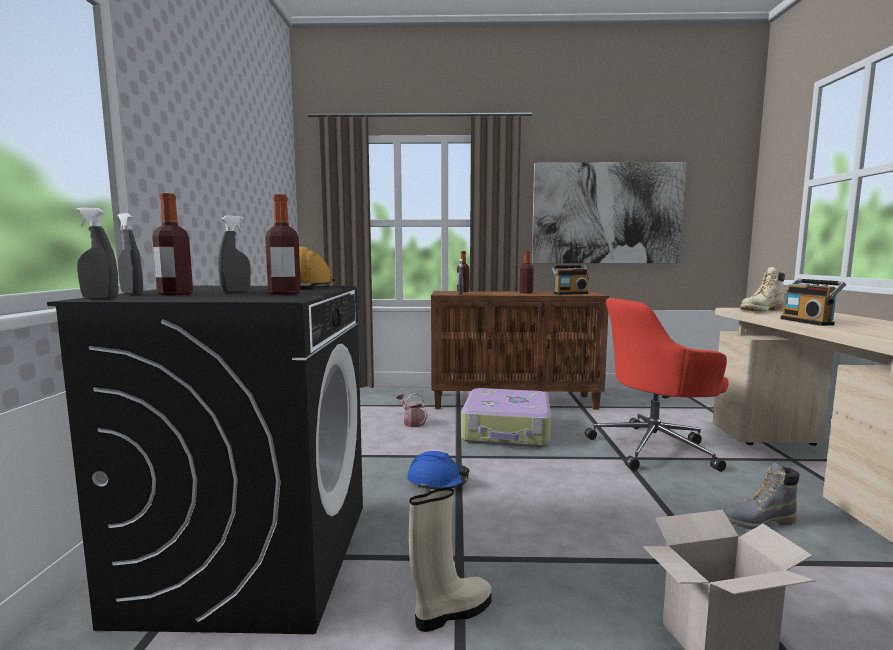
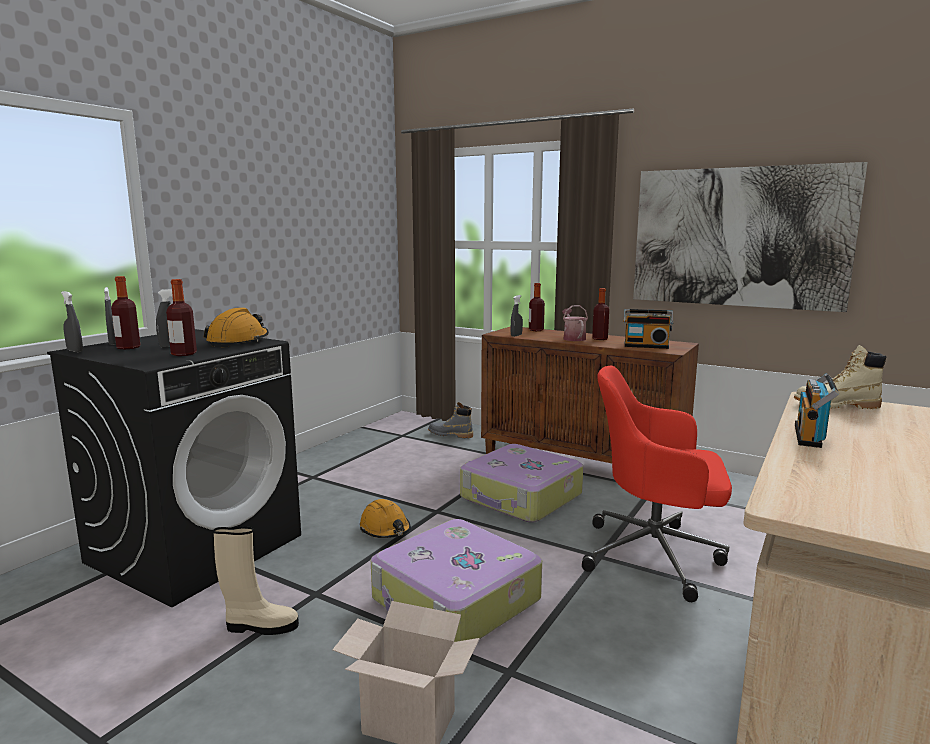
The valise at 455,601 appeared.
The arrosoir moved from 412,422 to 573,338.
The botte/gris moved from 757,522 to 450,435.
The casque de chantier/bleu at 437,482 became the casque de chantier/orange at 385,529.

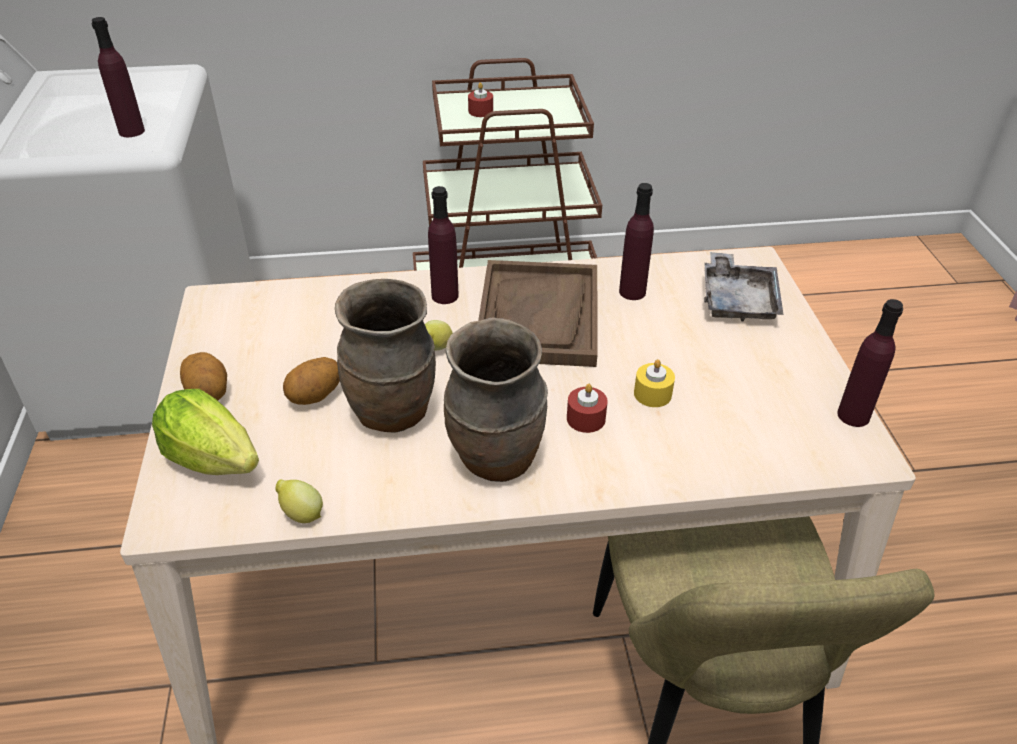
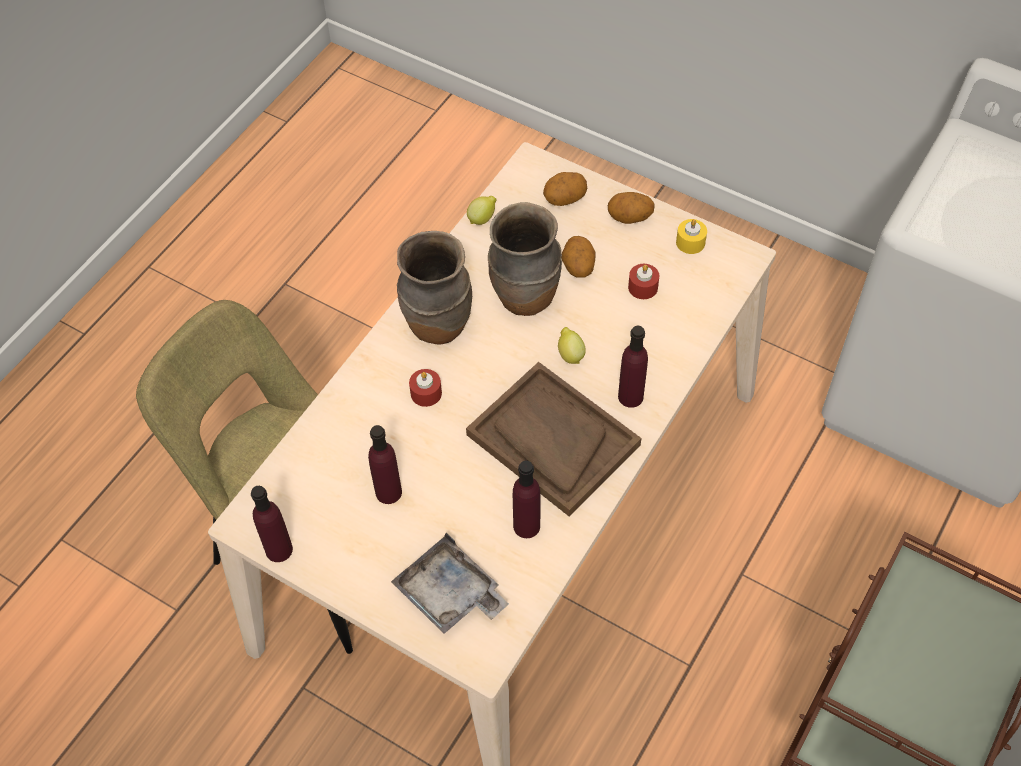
The bouteille/violet moved from 131,131 to 388,492.
The bougie/rouge moved from 480,111 to 643,287.
The bougie/jaune moved from 652,394 to 690,242.
The laitue at 212,458 was replaced by the pomme de terre at 564,199.

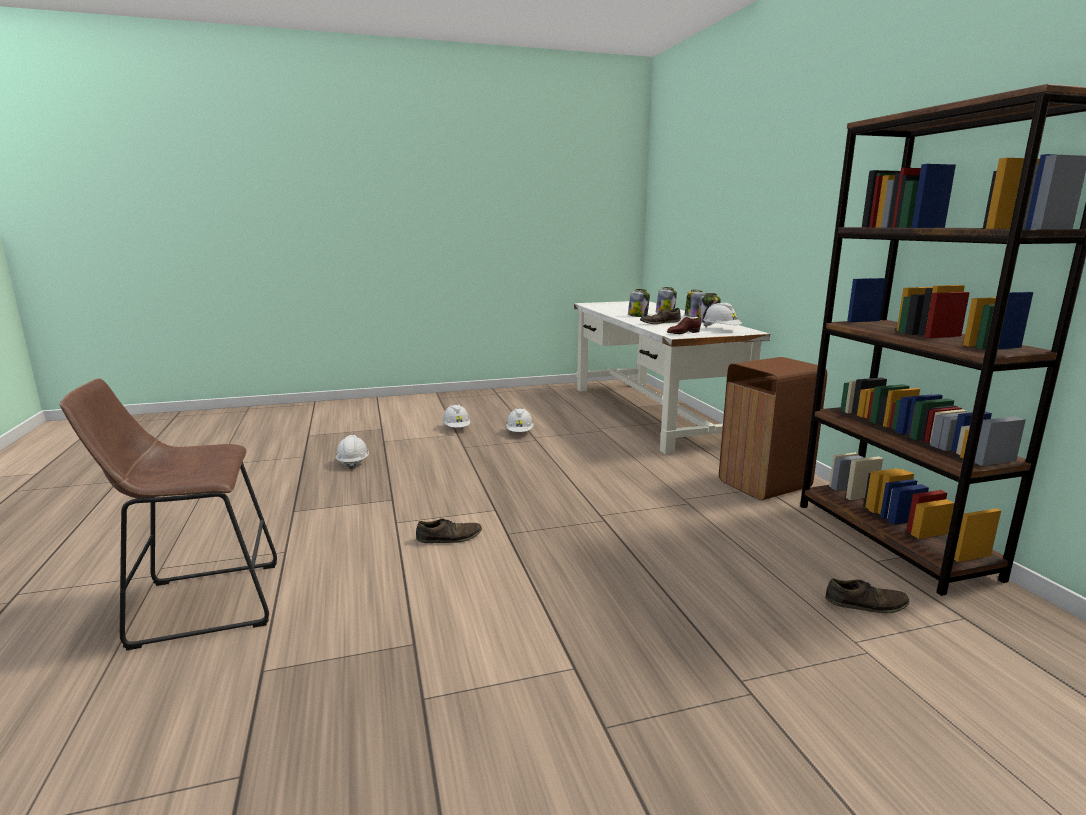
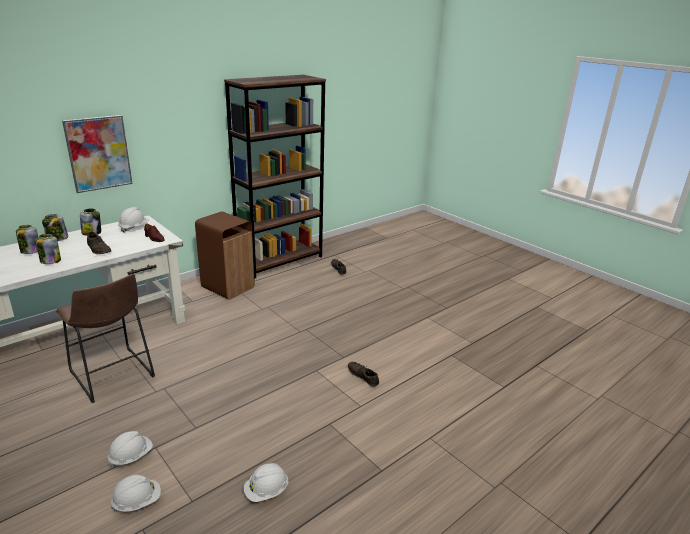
The tableau at 98,153 appeared.
The tabouret/marron moved from 198,604 to 113,376.
The casque de chantier/blanc moved from 520,432 to 137,502.

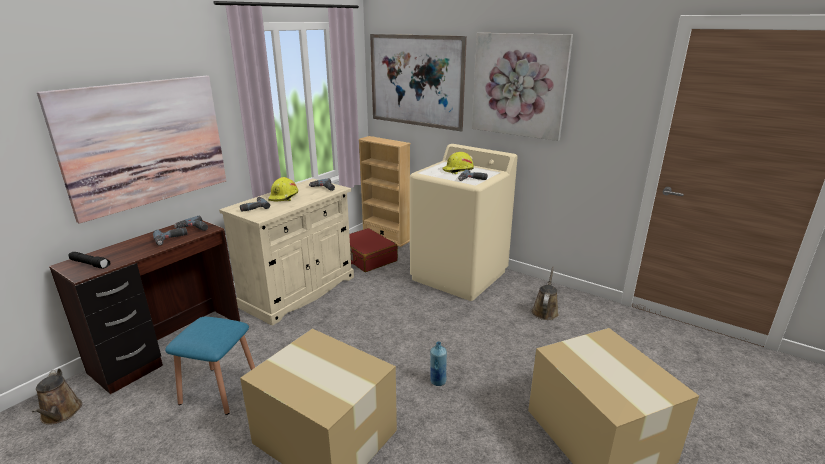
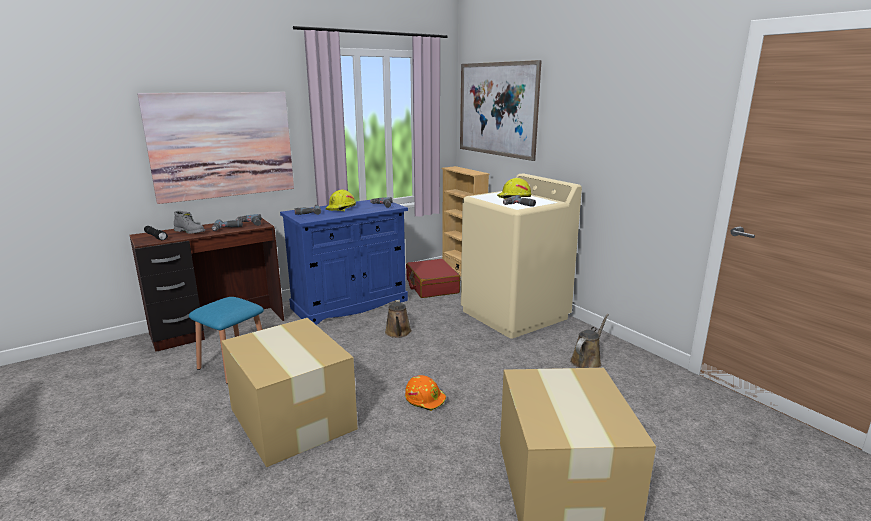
The tableau at 519,85 disappeared.
The botte/gris at 190,232 appeared.
The arrosoir/marron moved from 60,414 to 398,333.
The bouteille/bleu at 438,381 was replaced by the casque de chantier/orange at 425,399.
The meuble de rangement/beige at 299,291 became the meuble de rangement/bleu at 350,304.

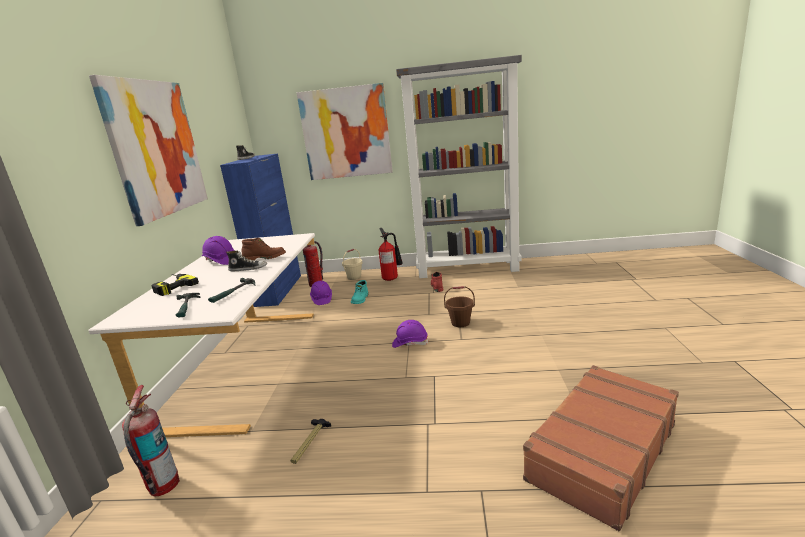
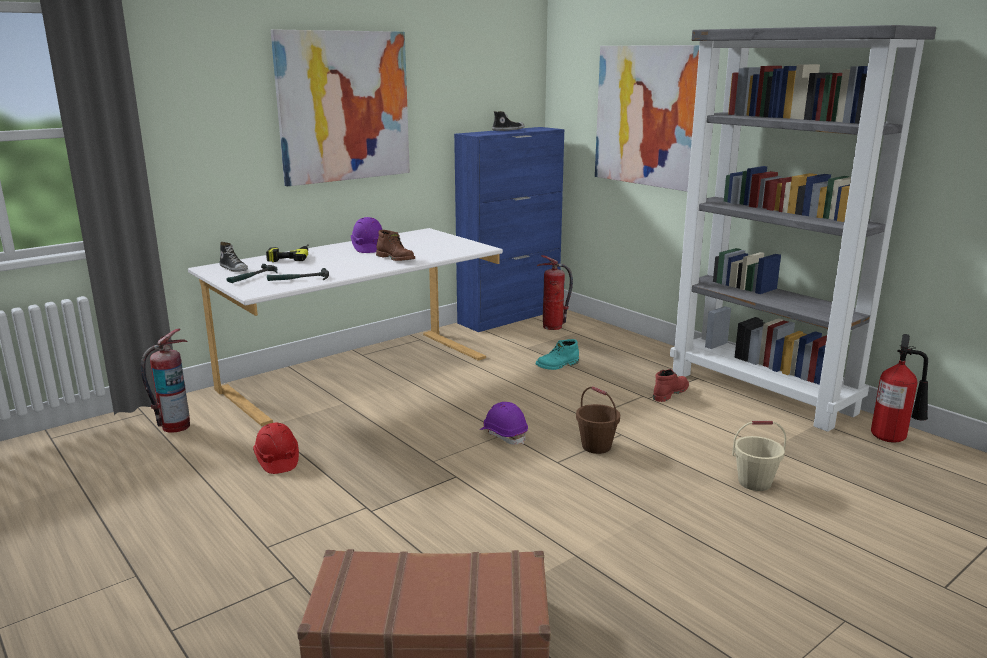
The casque de chantier/violet at 322,299 disappeared.
The chaussure moved from 248,269 to 234,269.
The seau/beige moved from 354,277 to 754,482.
The extincteur moved from 392,278 to 893,439.
The marteau at 310,443 was replaced by the casque de chantier/rouge at 277,460.

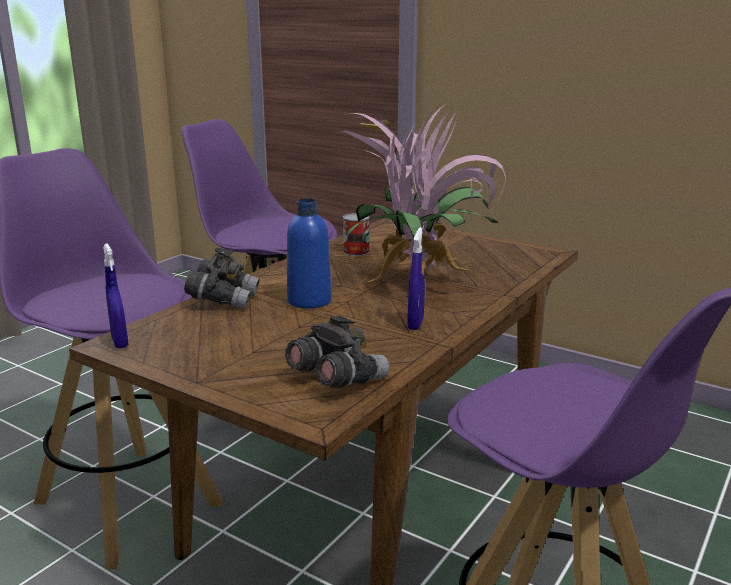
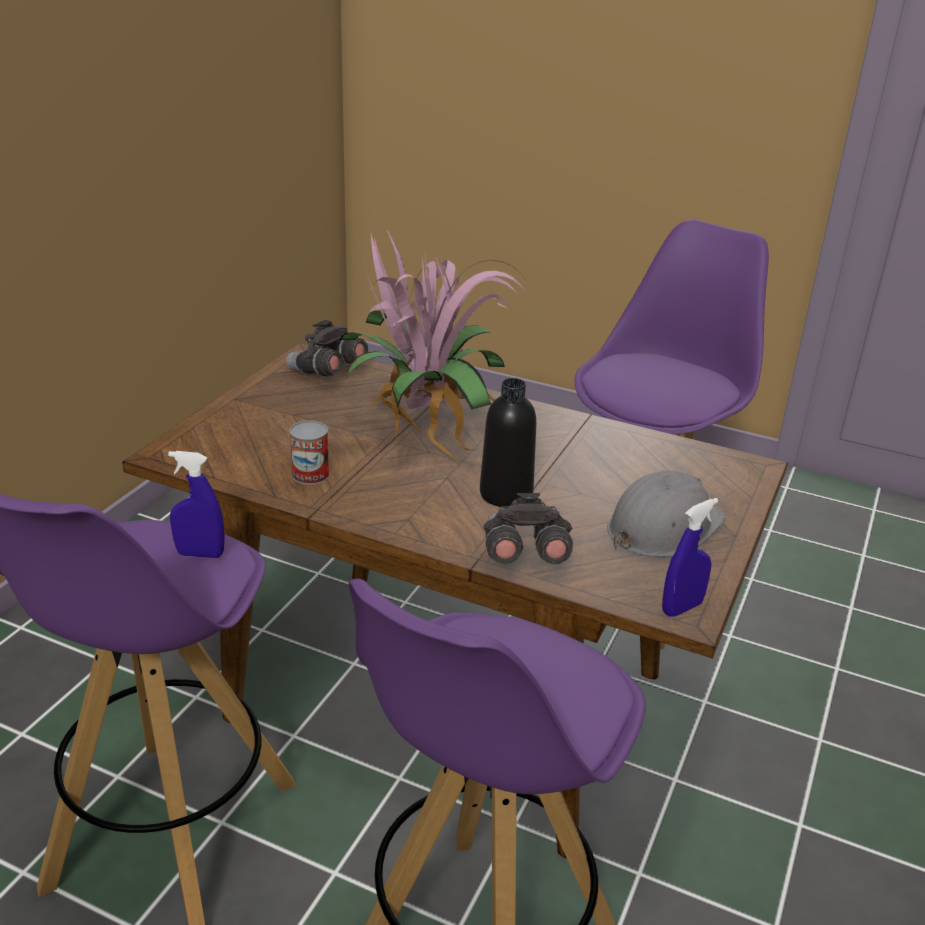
The casque de chantier/gris at 663,527 appeared.
The jumelles/gris moved from 336,380 to 327,372.
The vaporisateur/bleu moved from 415,323 to 200,554.
The bouteille/bleu at 309,301 became the bouteille/noir at 506,494.

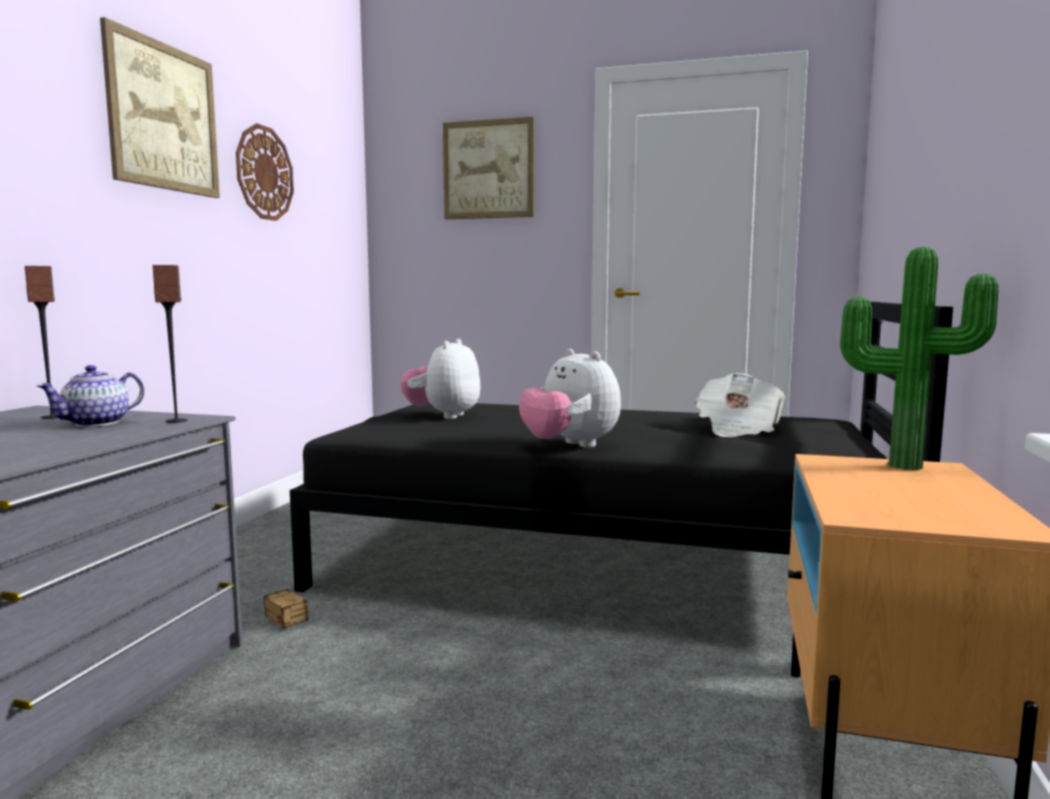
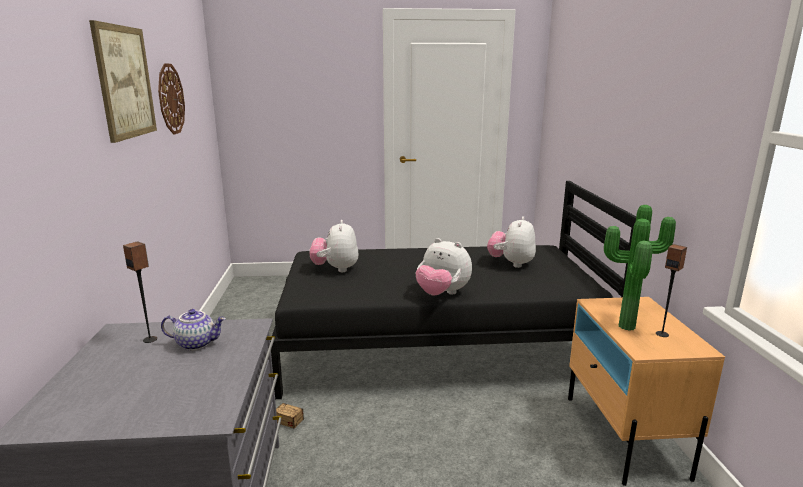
The tableau at 488,169 disappeared.
The plante en pot at 630,327 appeared.
The enceinte moved from 177,421 to 662,334.
The journal at 737,429 was replaced by the peluche at 511,263.
The théière at 96,423 turned 105 degrees counterclockwise.

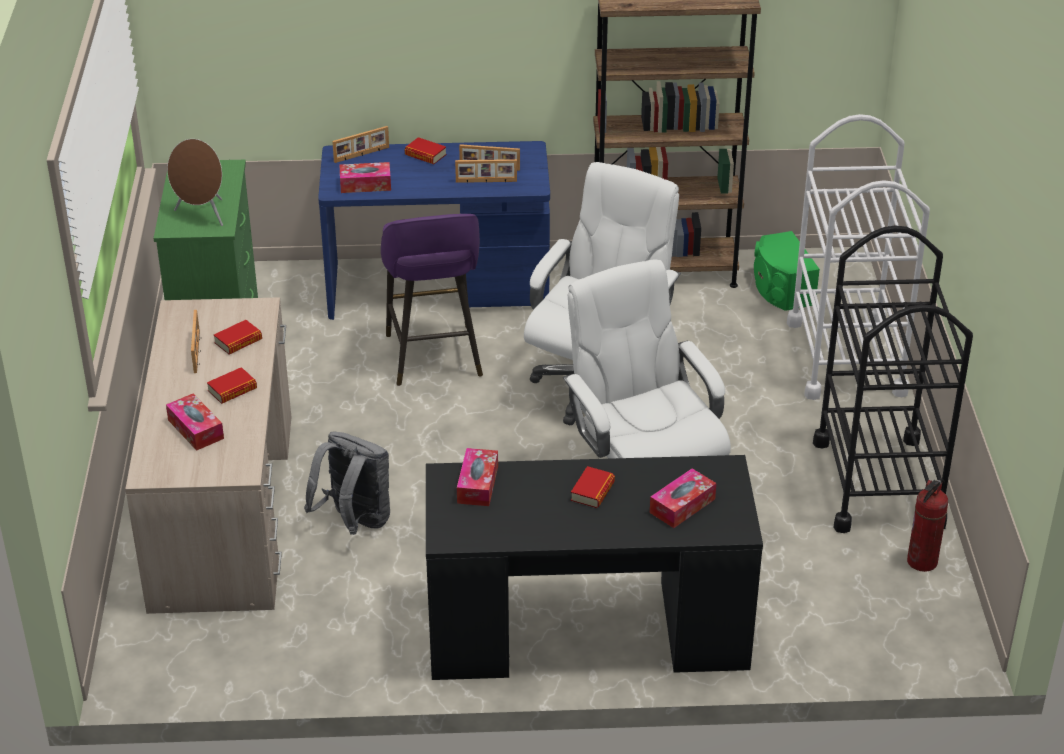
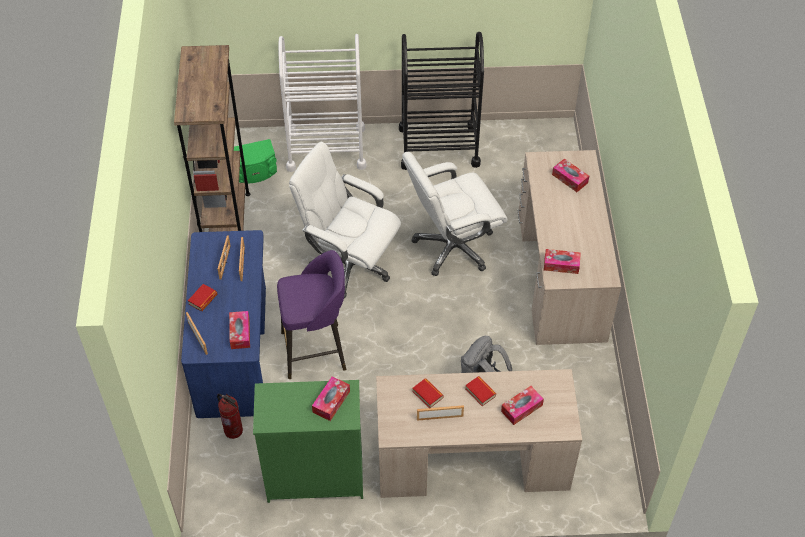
The livre at 592,491 disappeared.
The extincteur moved from 922,562 to 234,430.
The enceinte/marron at 202,215 was replaced by the boîte à mouchoirs at 331,402.
The bureau/noir at 586,627 became the bureau/beige at 560,274.

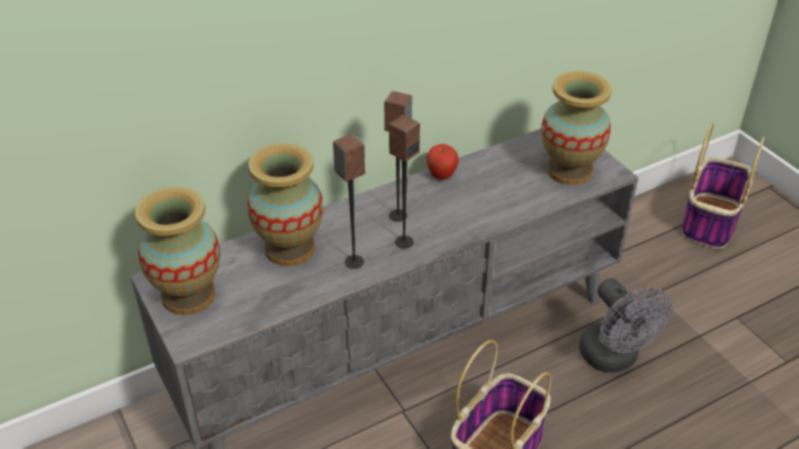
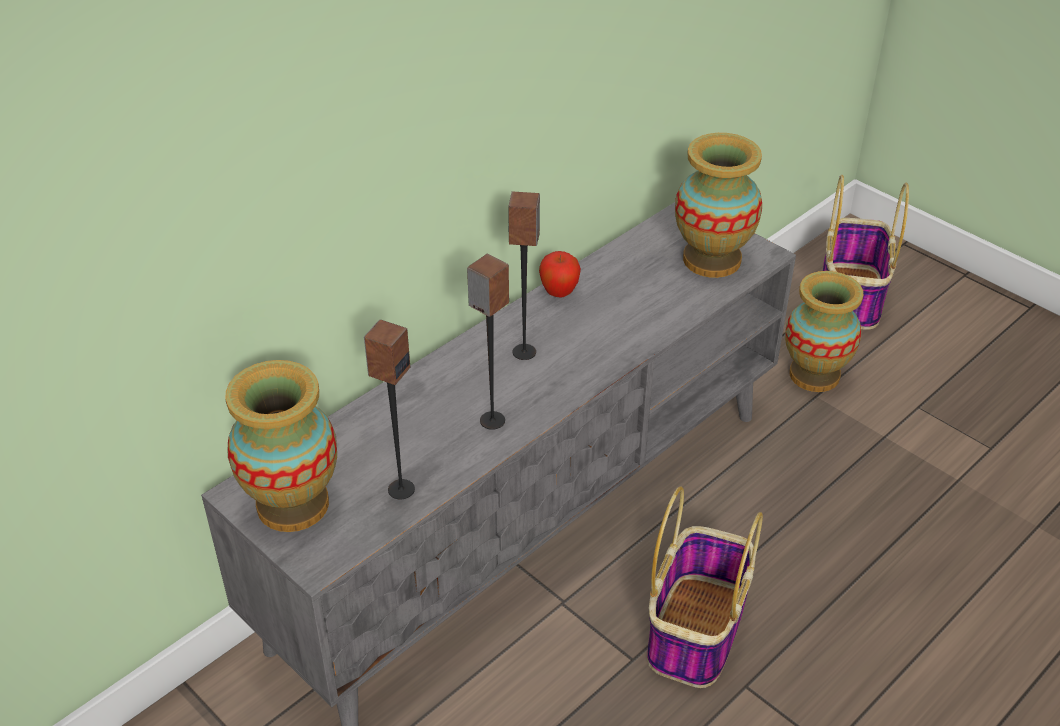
The ventilateur/gris at 614,359 disappeared.
The vase moved from 289,248 to 814,375.
The enceinte moved from 403,242 to 400,489.

